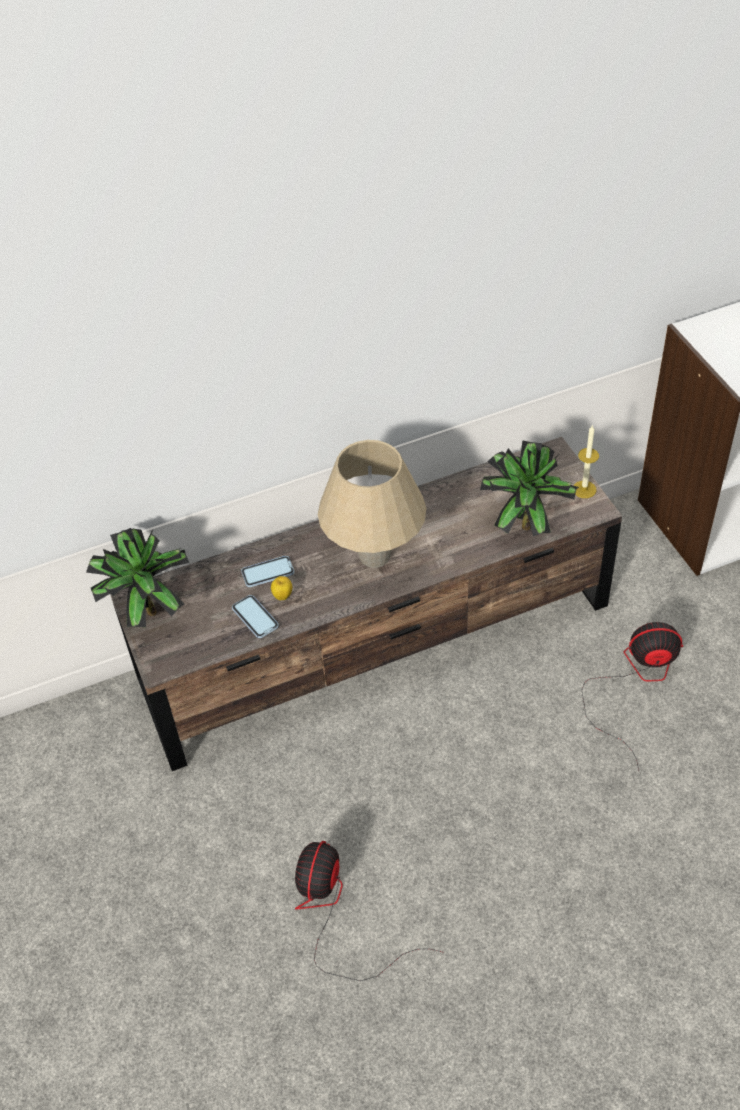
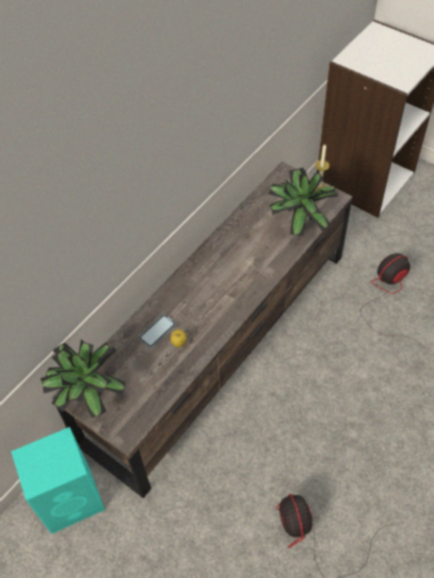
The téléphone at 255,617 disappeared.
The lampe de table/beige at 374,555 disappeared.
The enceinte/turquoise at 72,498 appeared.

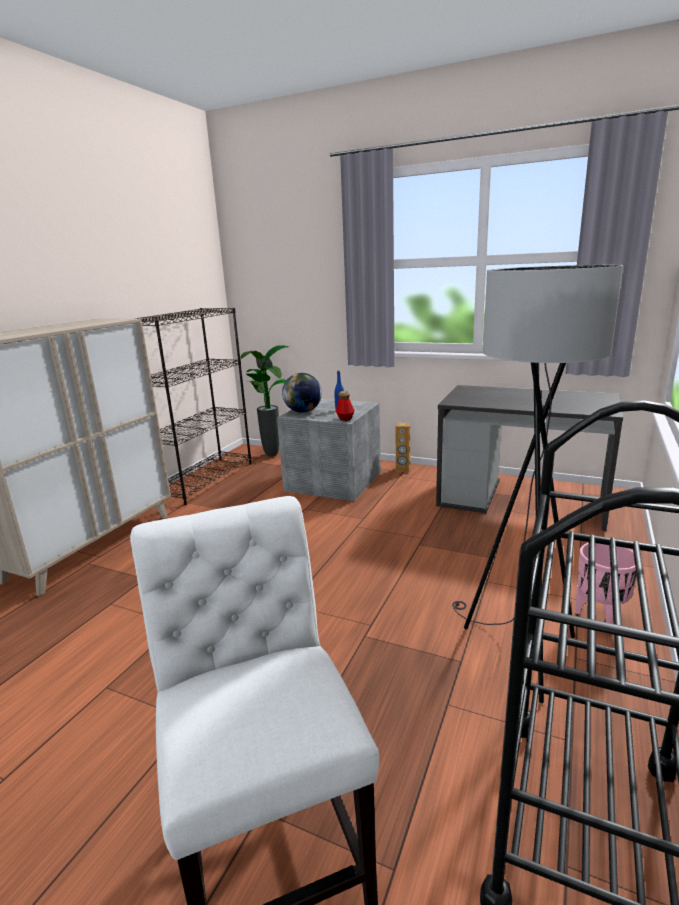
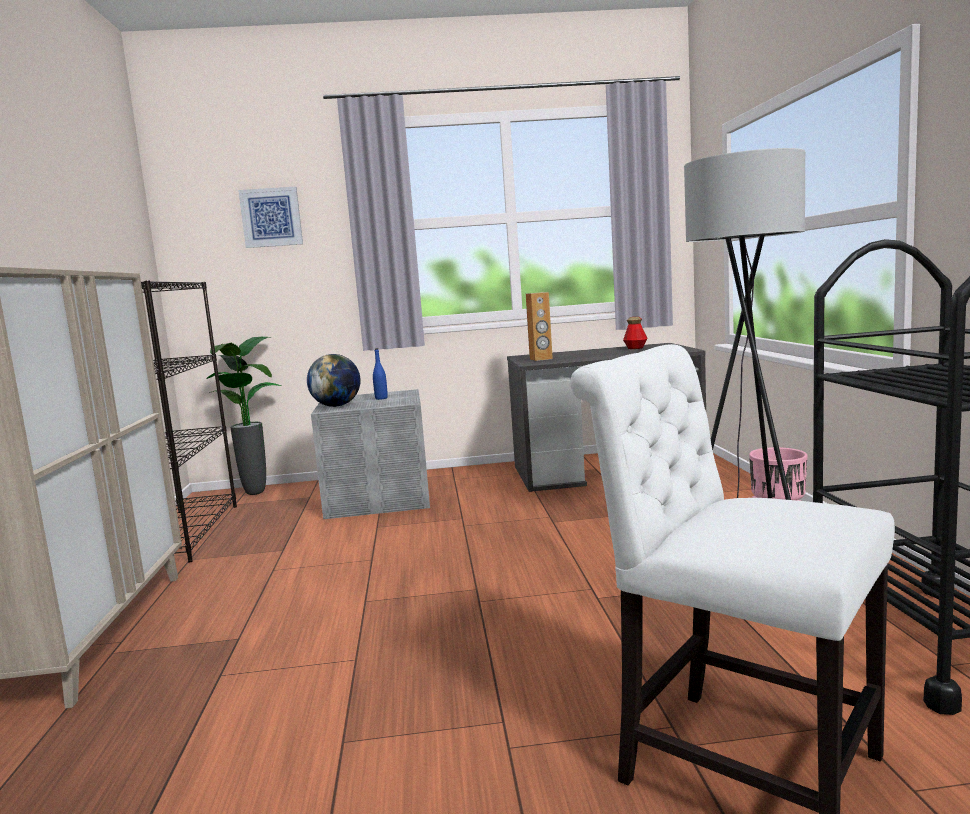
The tableau at 271,217 appeared.
The bouteille moved from 345,418 to 635,348.
The enceinte/marron moved from 403,469 to 541,359.

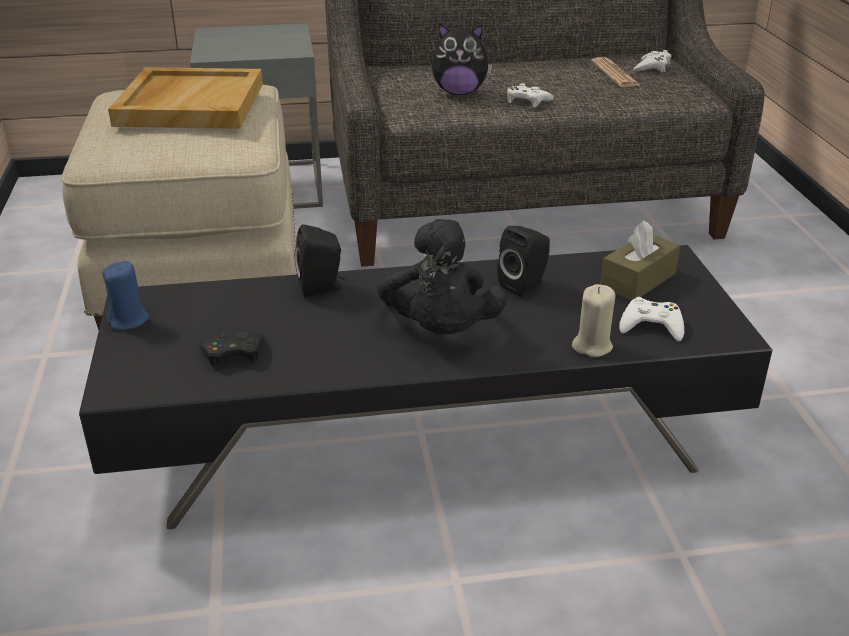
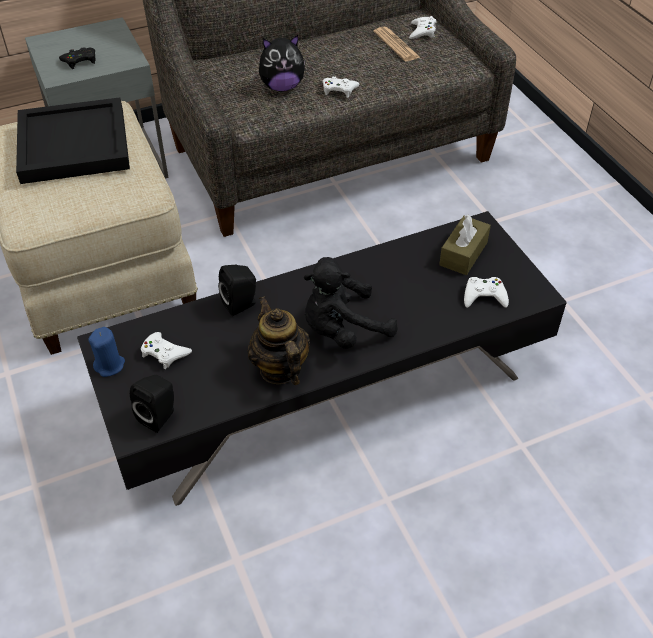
The bougie/beige at 592,346 disappeared.
The manette/blanc at 164,353 appeared.
The théière at 280,368 appeared.
The manette/noir moved from 233,354 to 80,61.
The enceinte/noir moved from 525,285 to 160,416.
The plateau/beige at 190,104 became the plateau/noir at 72,144.
The peluche/noir at 440,331 turned 90 degrees clockwise.

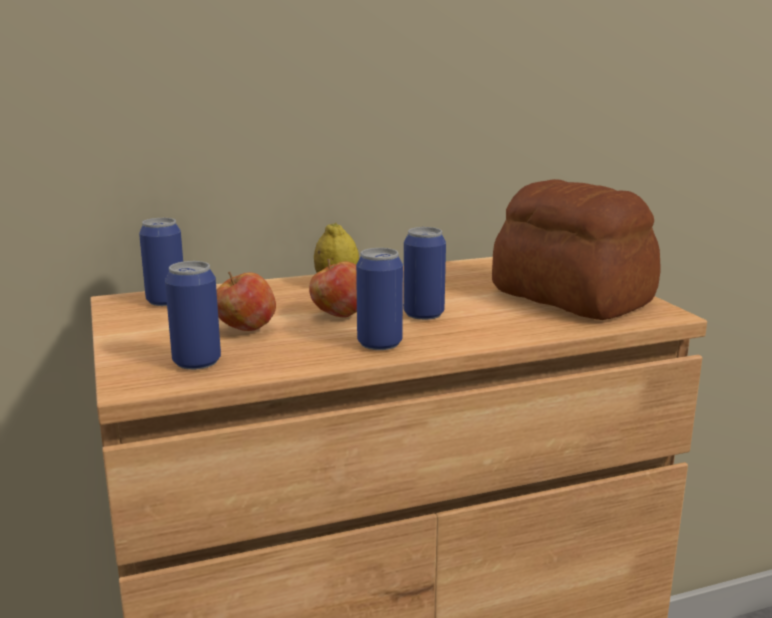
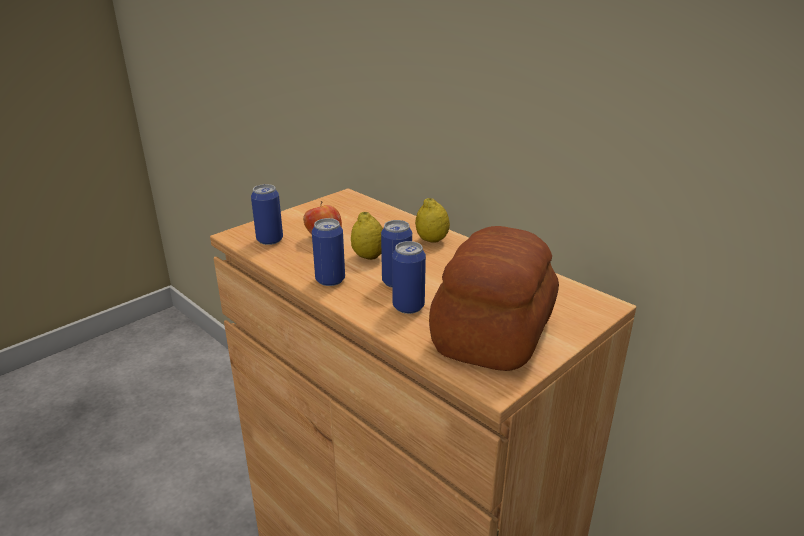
The boîte métallique moved from 166,301 to 408,306.
The pomme at 339,316 was replaced by the citron at 369,256.

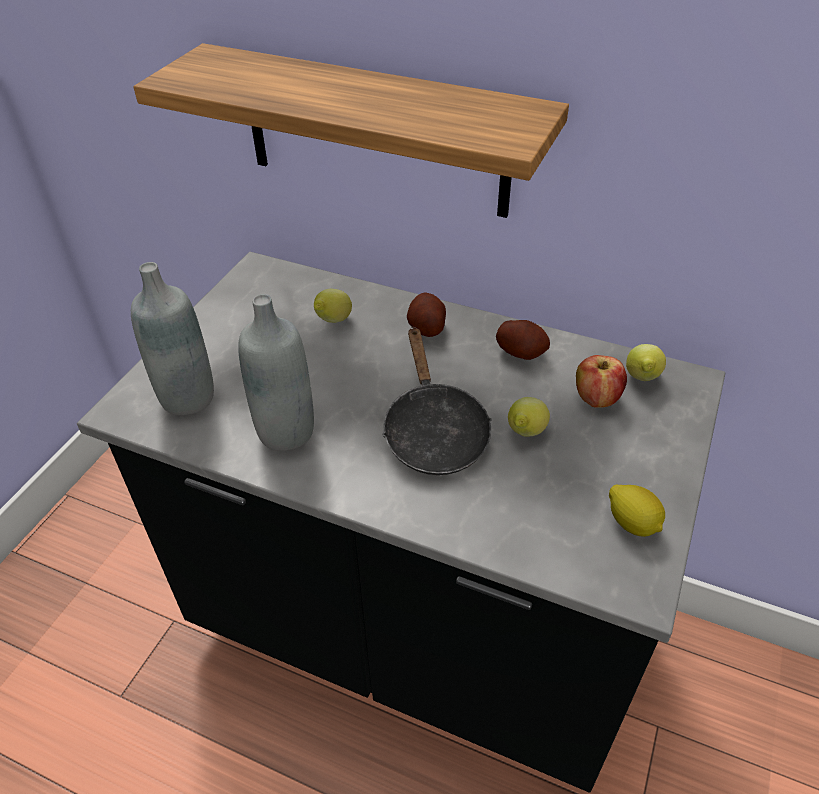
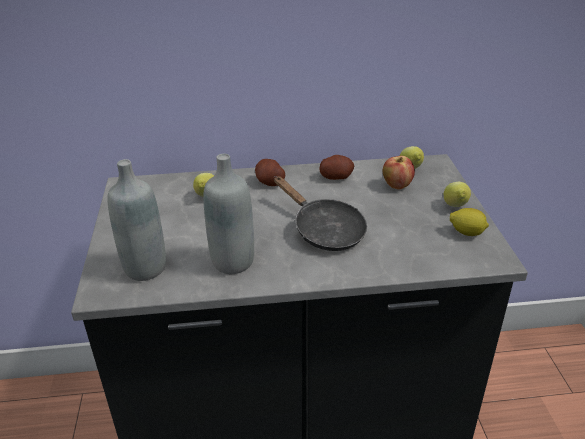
The étagère at 374,132 disappeared.
The citron moved from 525,433 to 455,207.

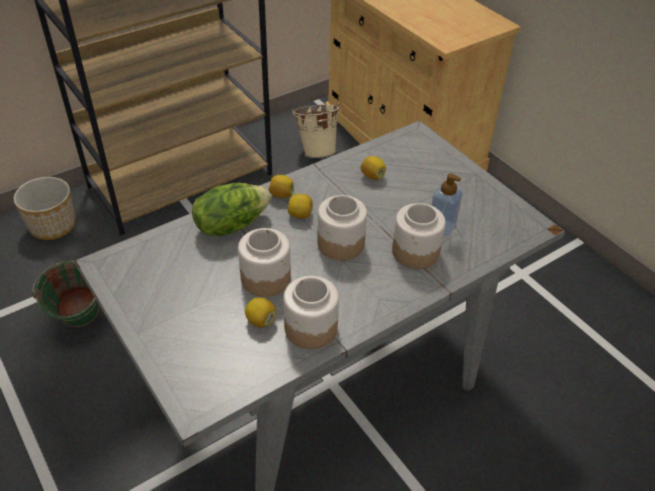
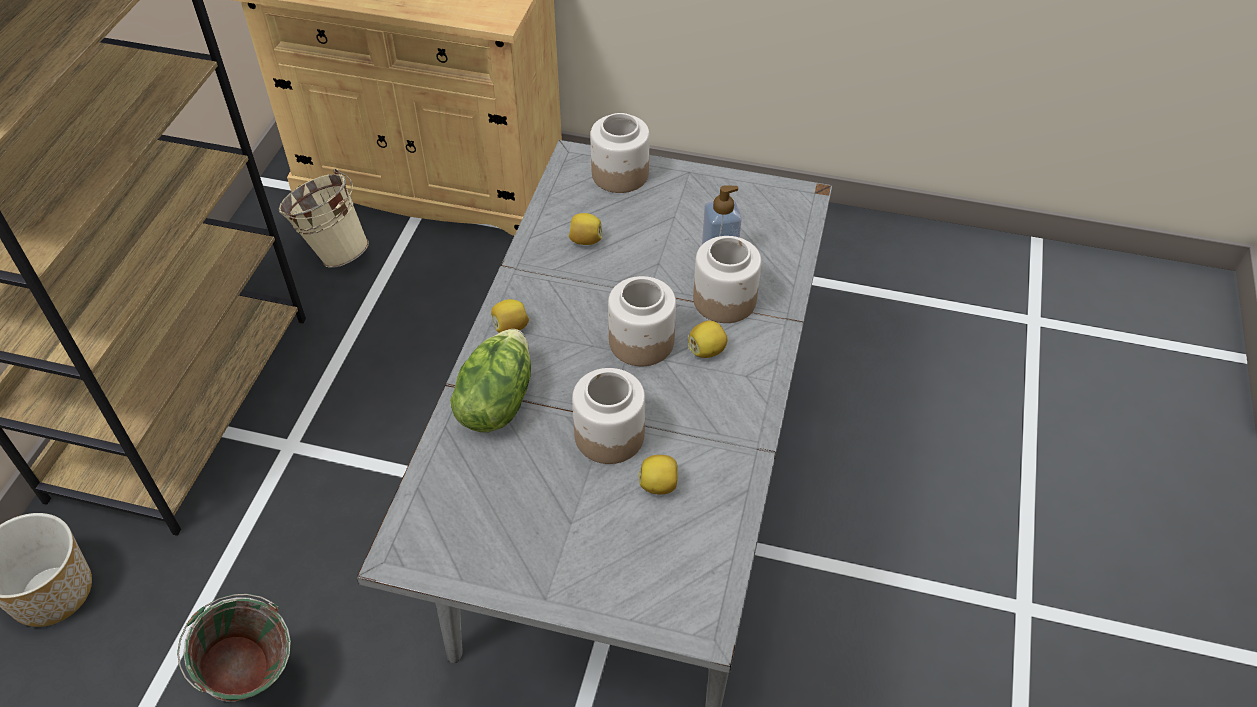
The bocal moved from 310,328 to 619,174.
The citron moved from 300,214 to 707,350.

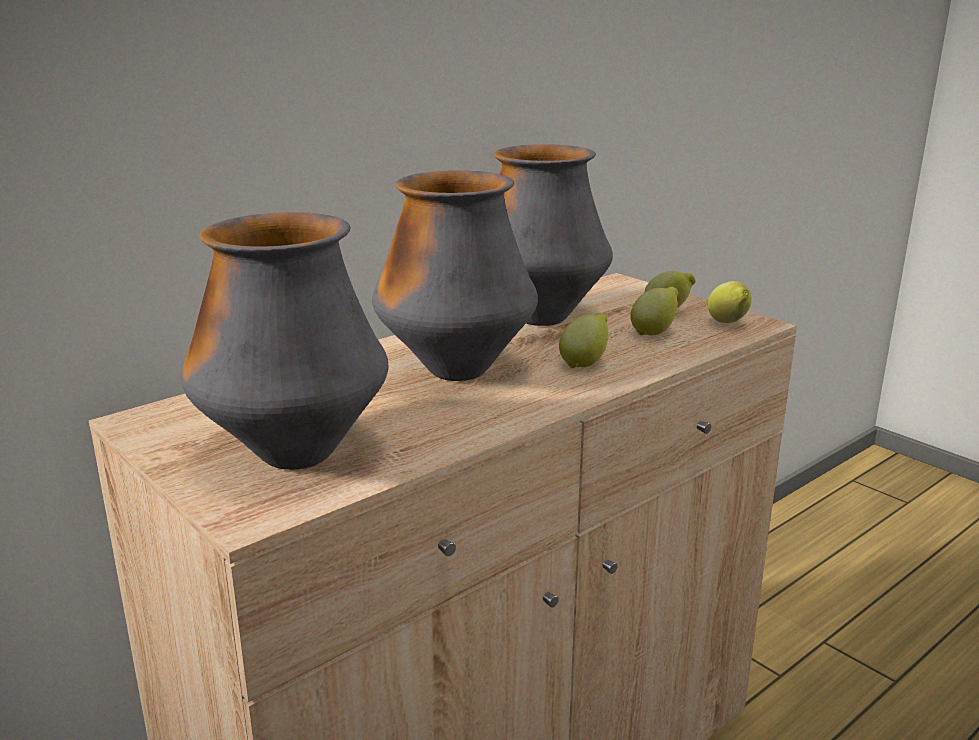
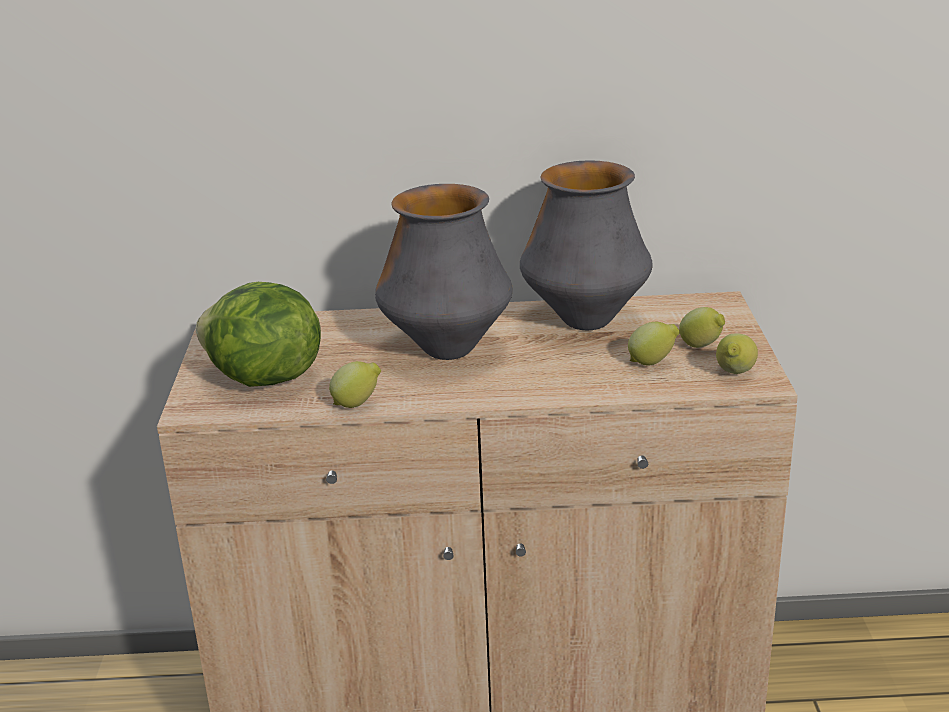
The citron moved from 584,363 to 357,404.
The vase at 295,455 was replaced by the laitue at 263,379.

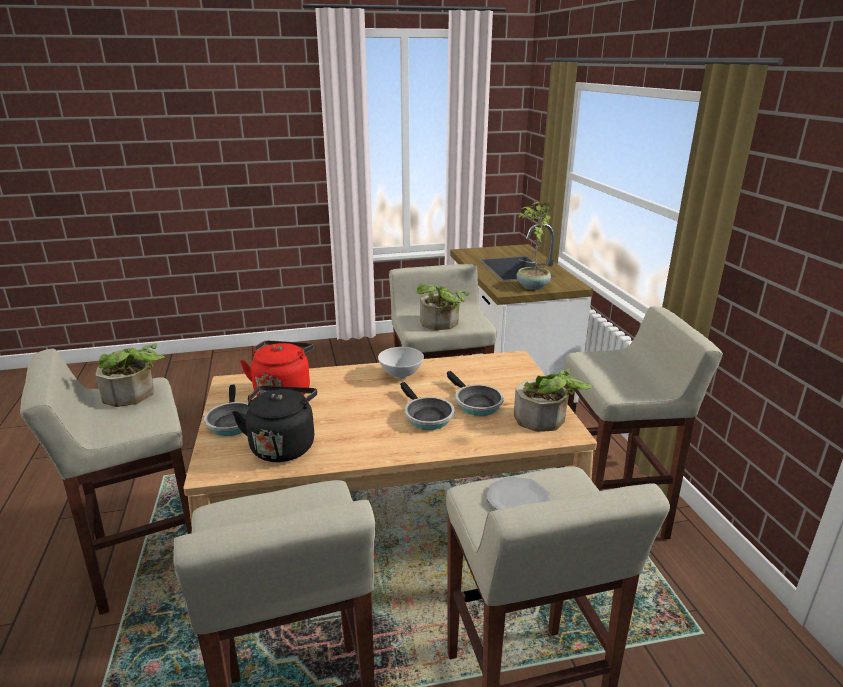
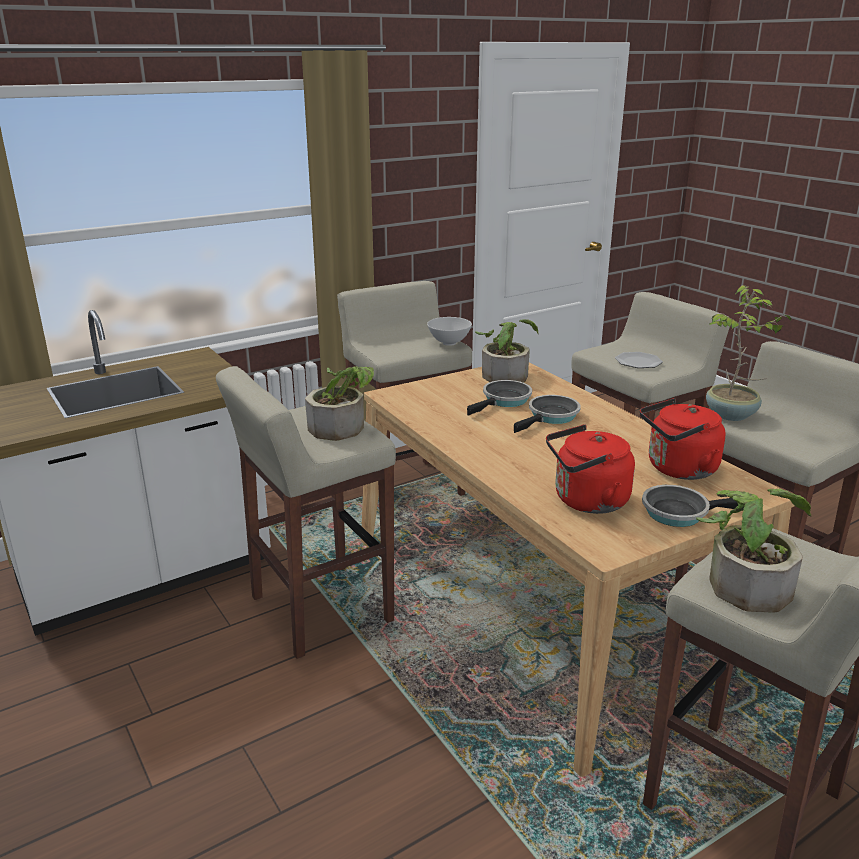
The bol/blanc moved from 400,375 to 449,343.
The plante en pot moved from 531,286 to 731,415.
The bouilloire/noir at 283,445 became the bouilloire/rouge at 678,469.
The poêle at 231,422 turned 150 degrees counterclockwise.

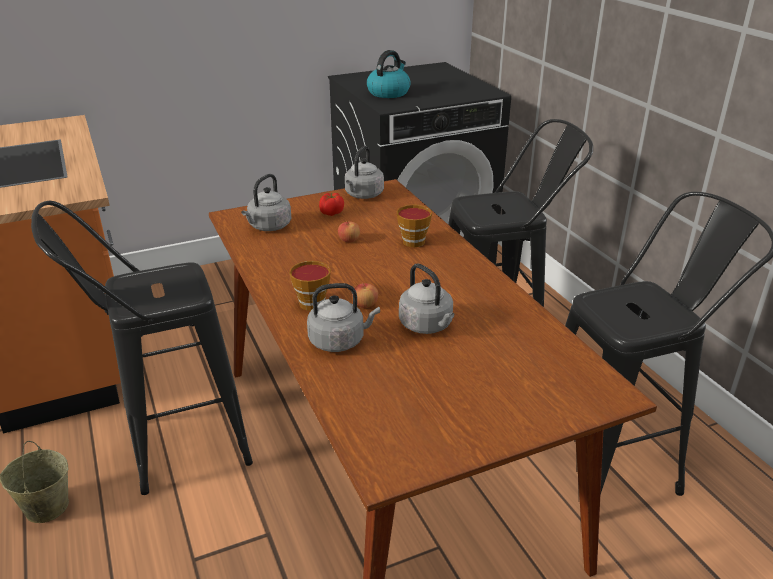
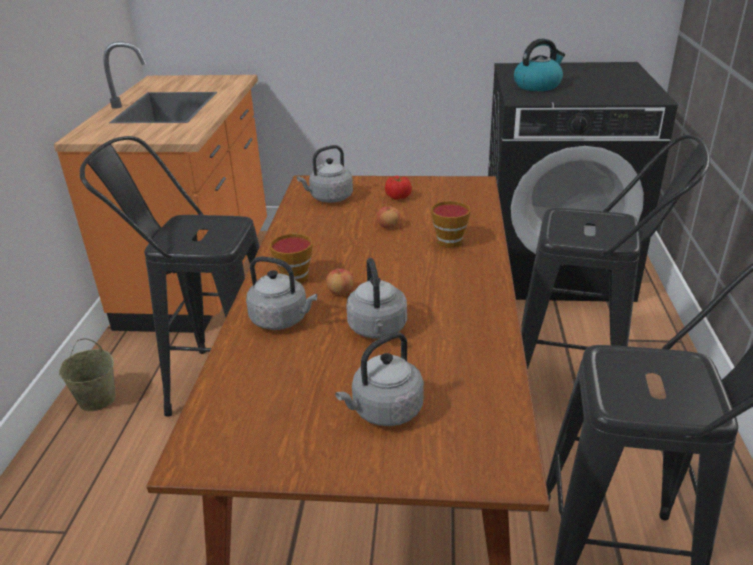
The bouilloire/gris moved from 363,195 to 384,411.

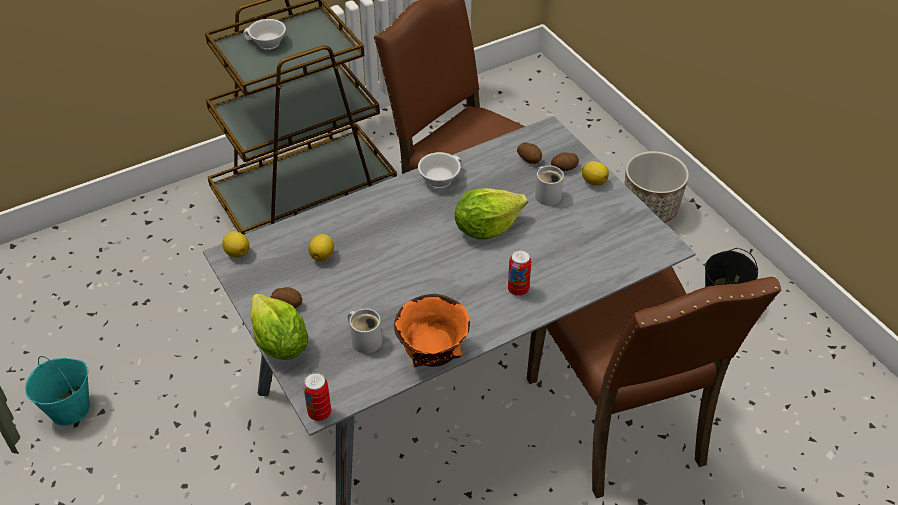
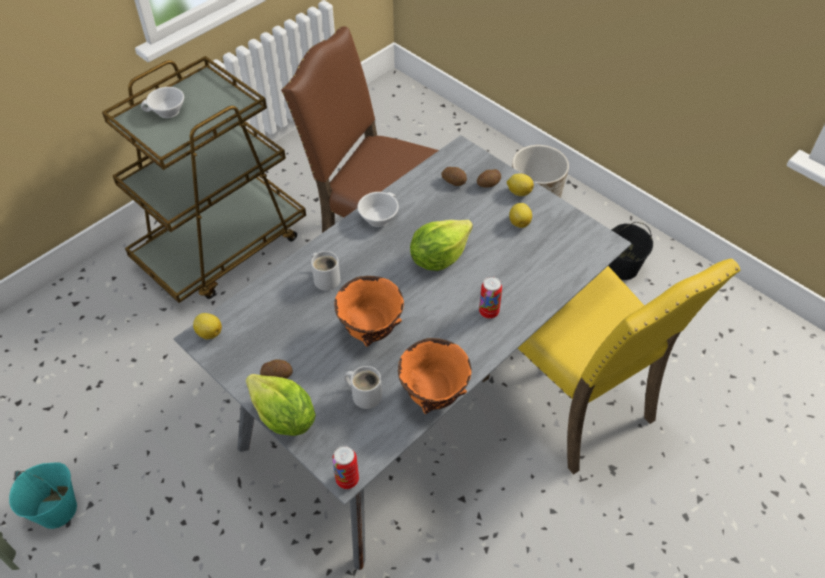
The bol/orange at 371,331 appeared.
The citron moved from 323,255 to 519,222.
The mug/blanc moved from 547,194 to 326,278.
The chaise/marron at 620,422 became the chaise/jaune at 572,399.

